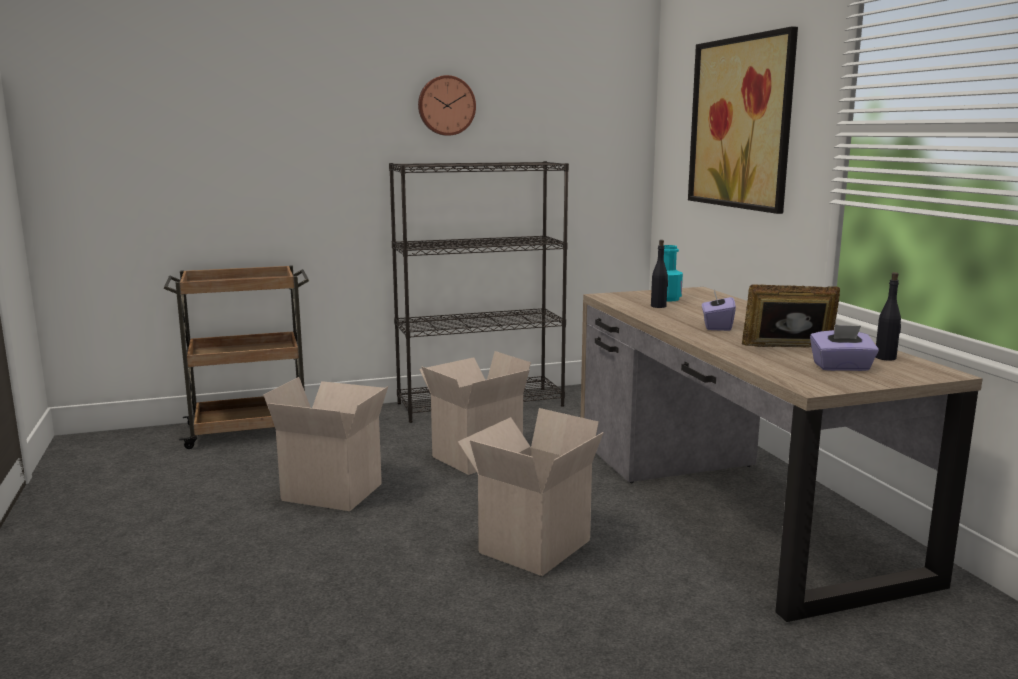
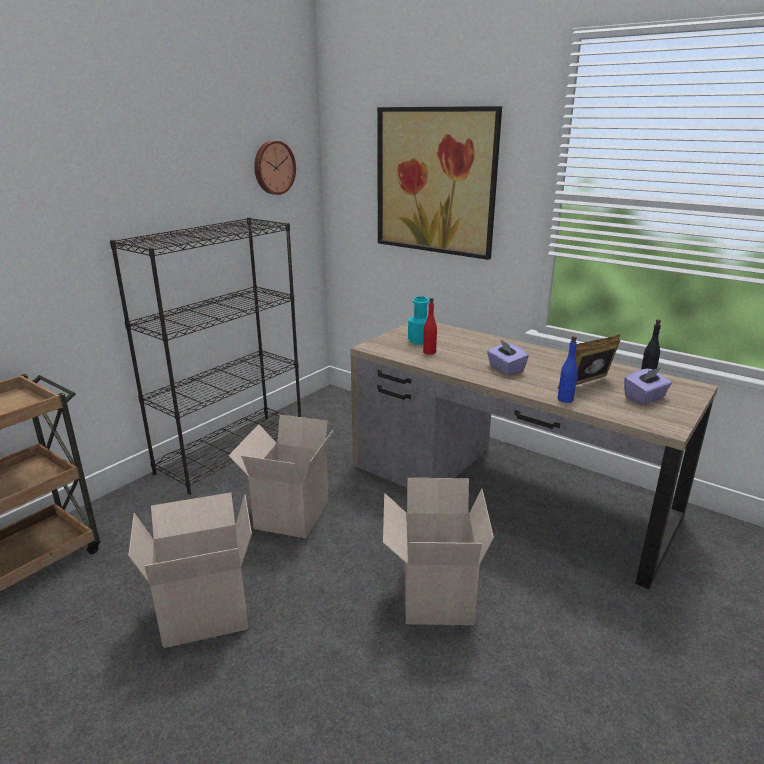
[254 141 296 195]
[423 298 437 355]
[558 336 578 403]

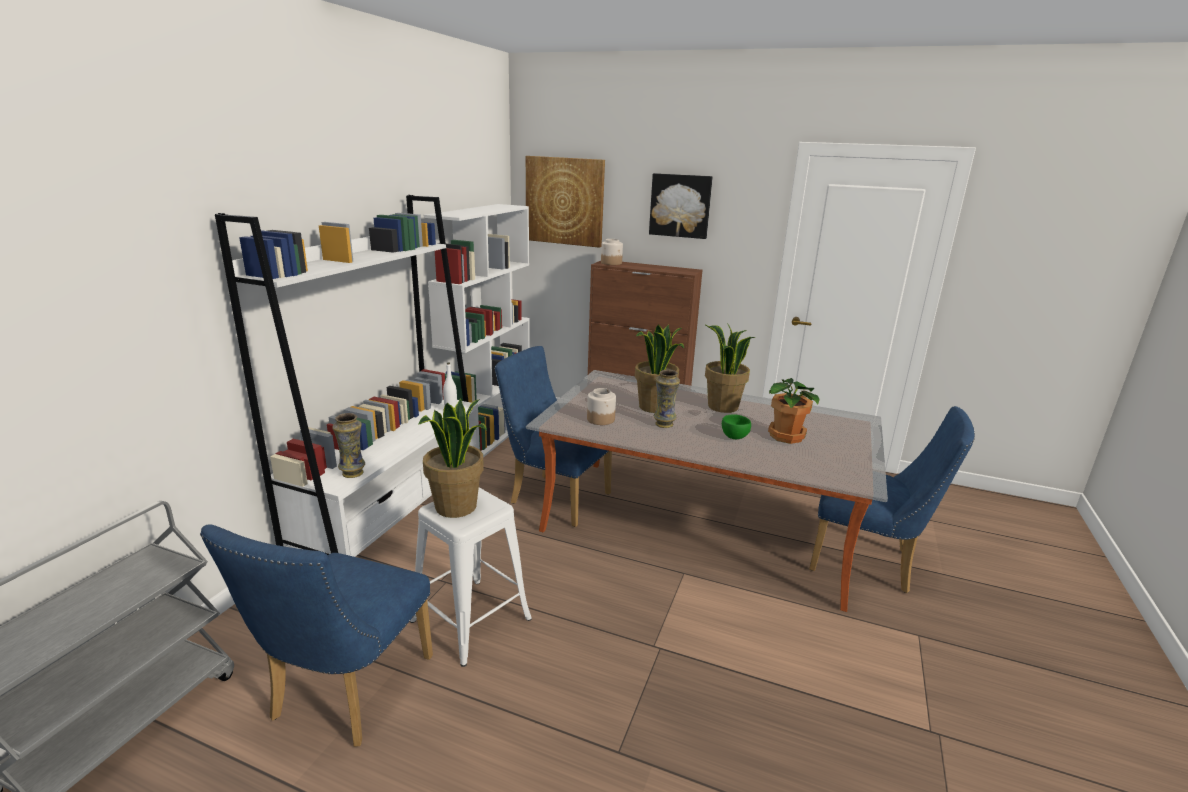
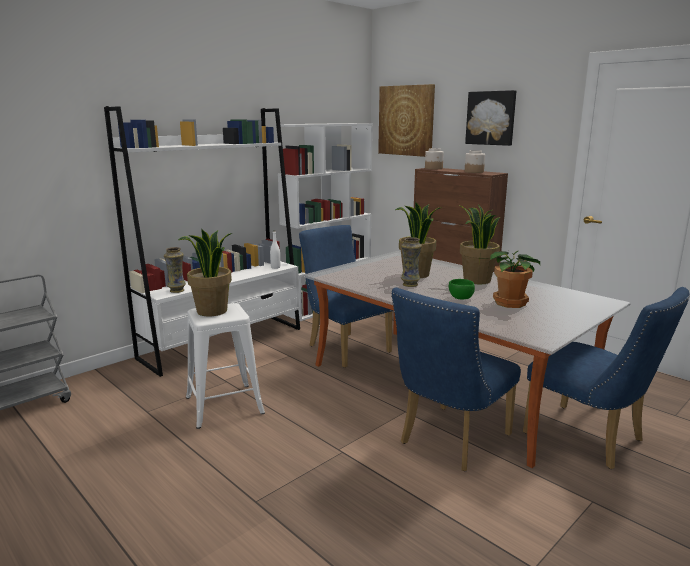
[391 288 521 471]
[465 150 485 173]

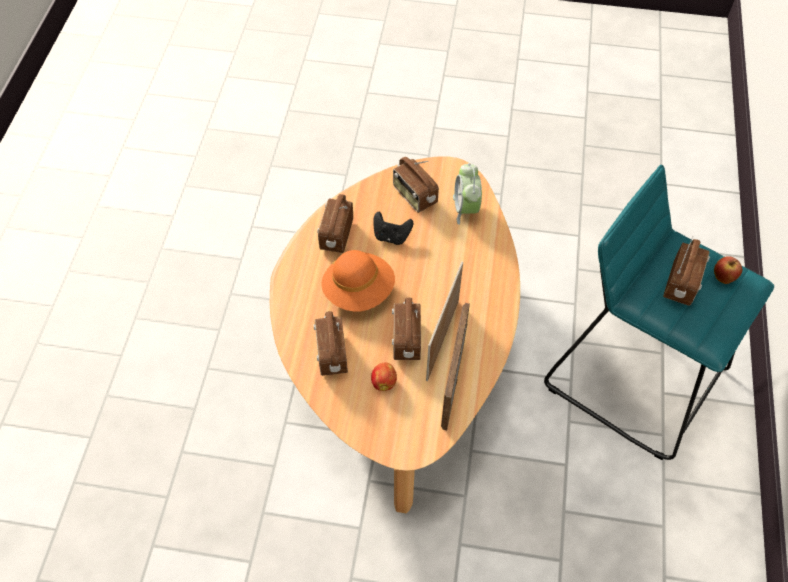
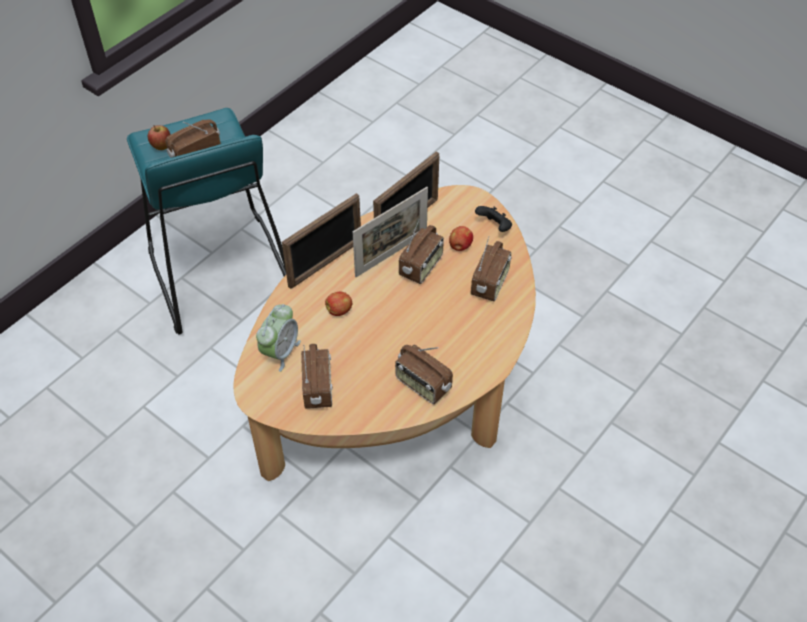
[395 345 453 404]
[321 250 395 312] (first image)
[475 206 512 232]
[282 193 361 289]
[325 292 352 316]

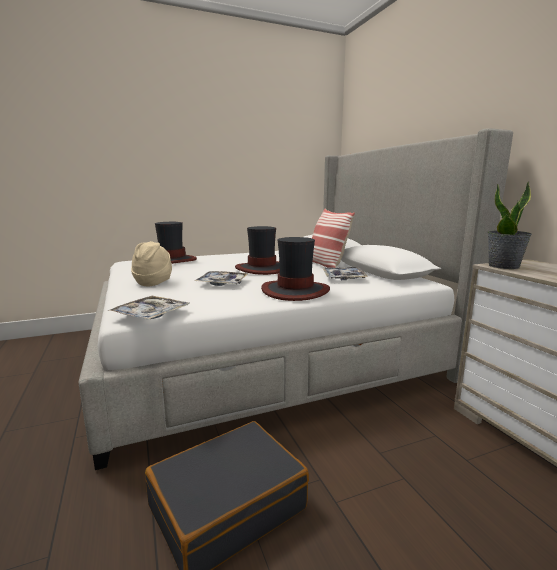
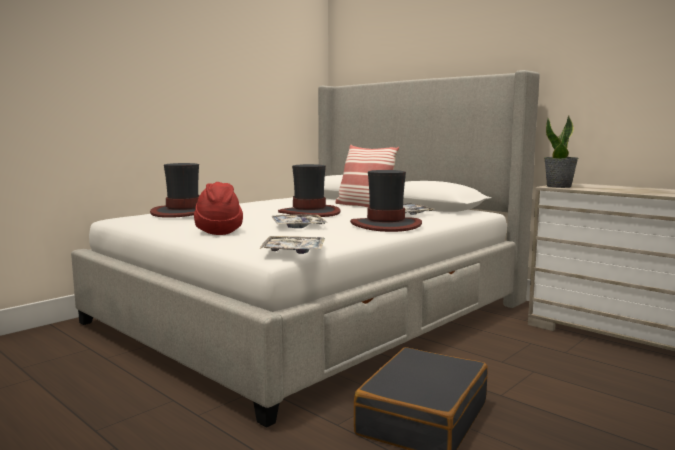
[194 182 243 235]

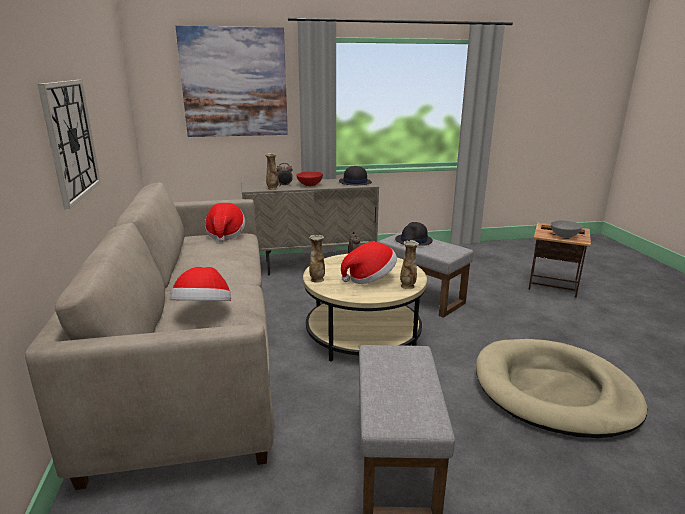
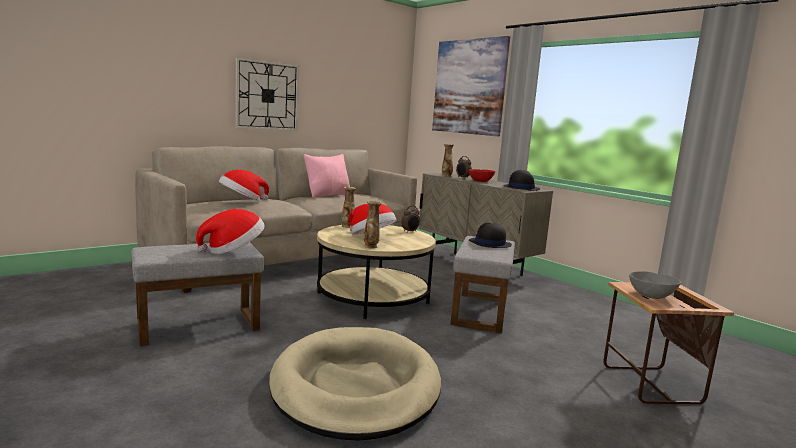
[196 209 265 254]
[304 154 350 197]

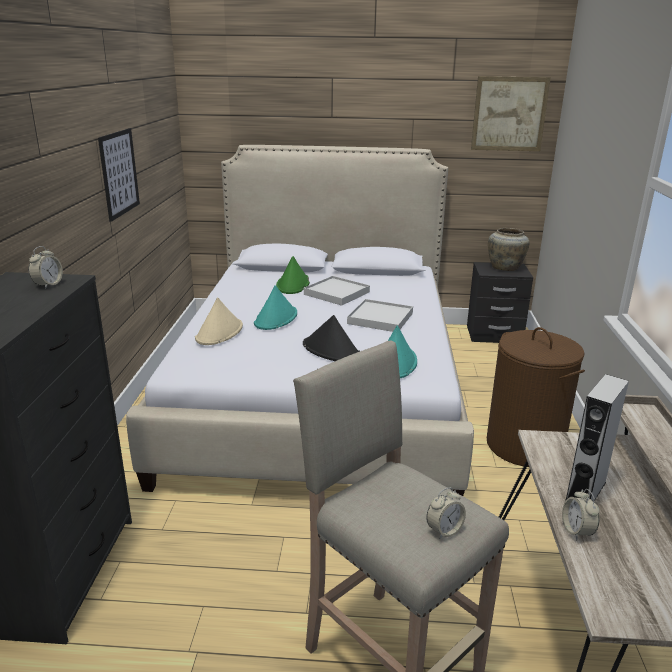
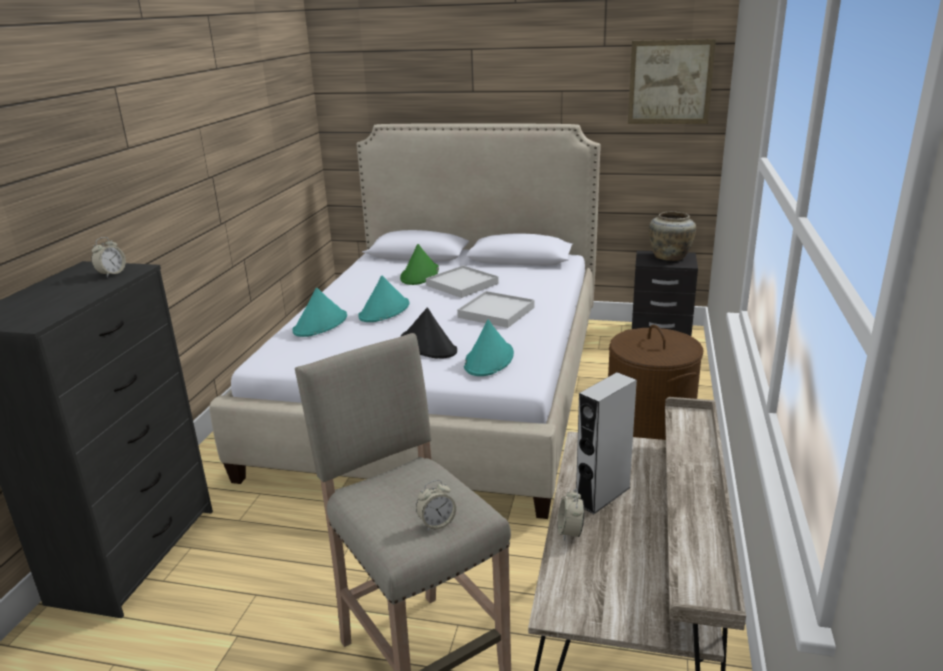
[98 128 140 222] (first image)
[292 288 347 337]

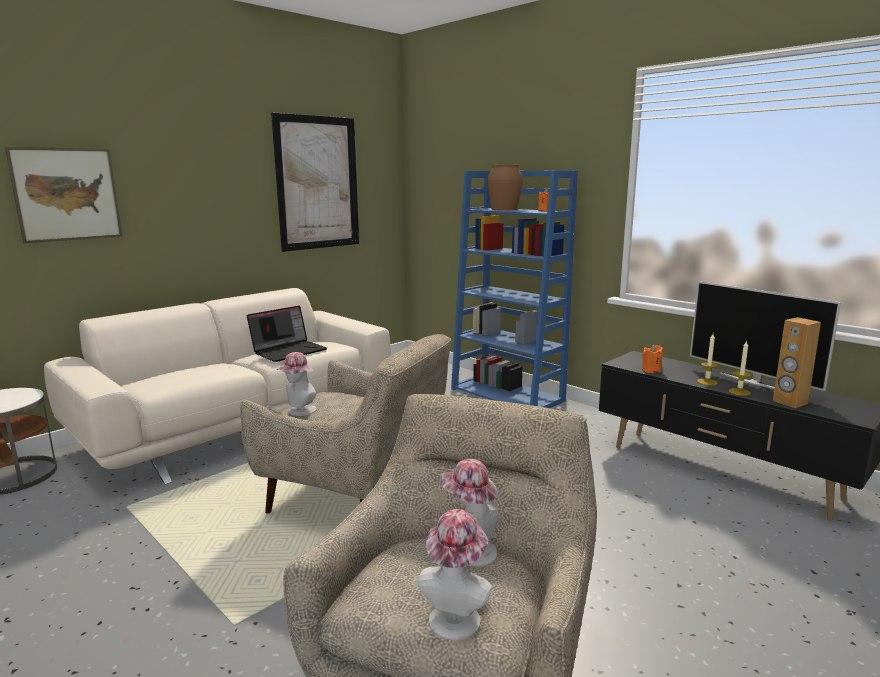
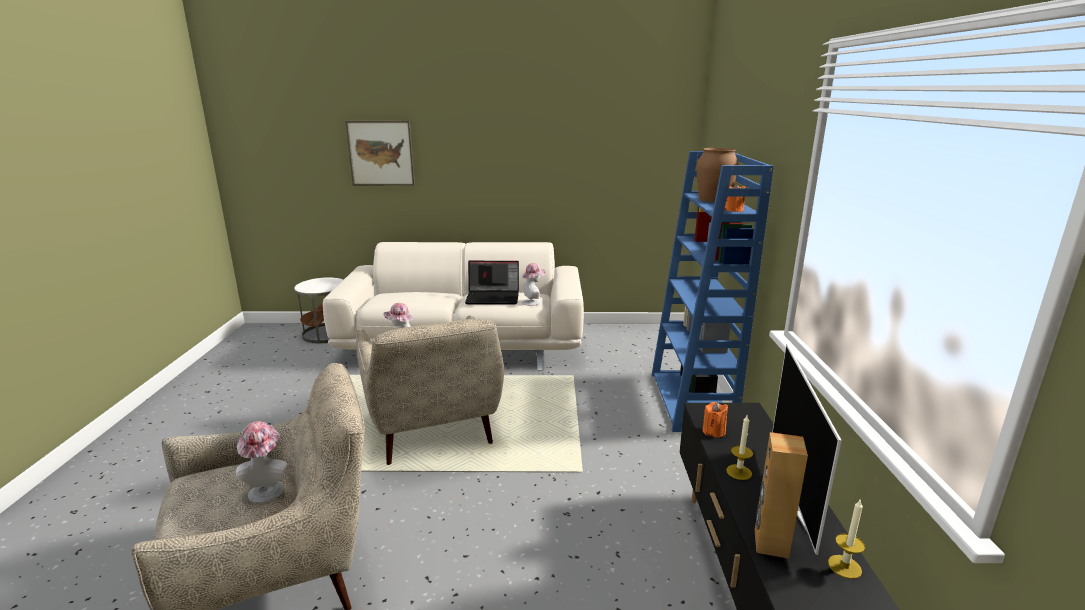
[271 112 359 252] (first image)
[522 263 546 306]
[828 500 865 579]

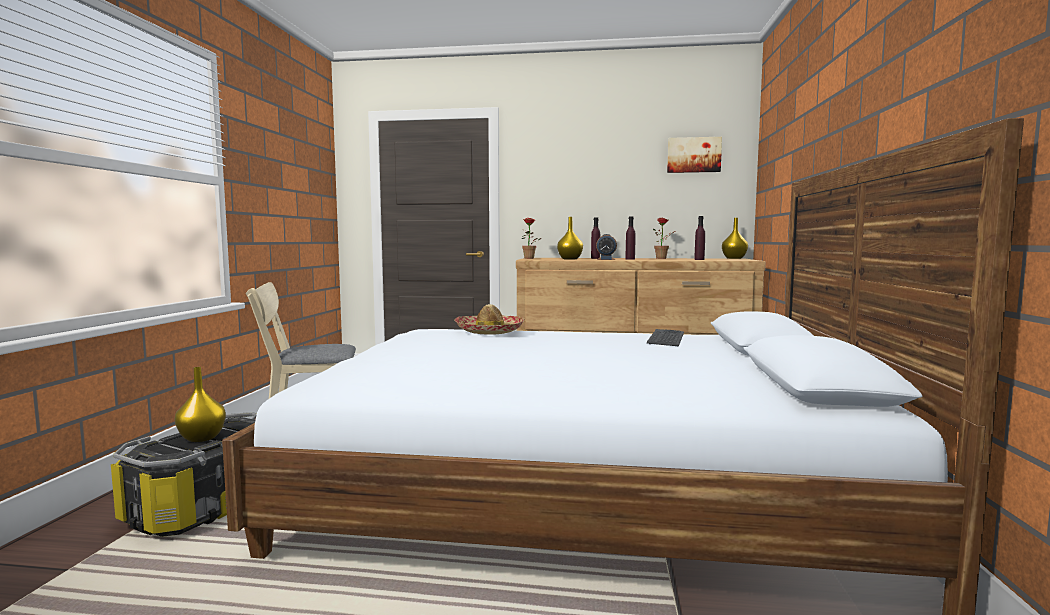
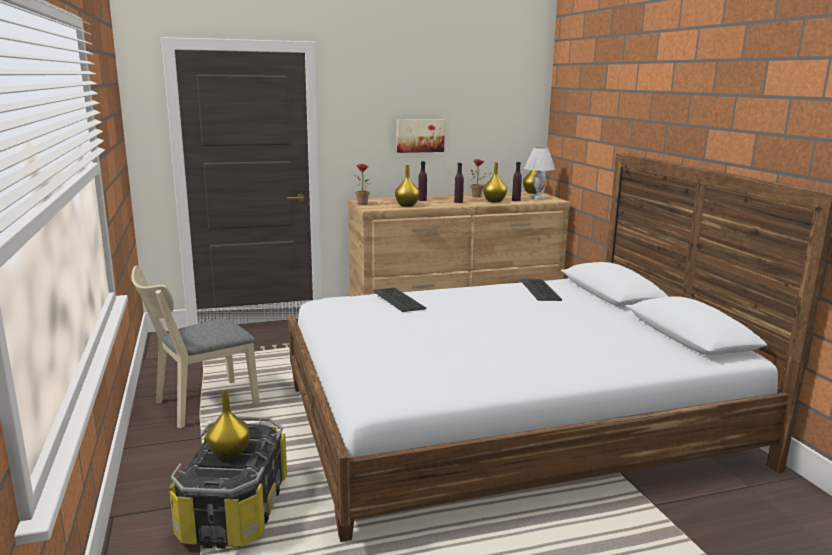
[373 288 426 312]
[596 234 617 260] (first image)
[397 119 445 153]
[483 163 507 202]
[524 147 555 200]

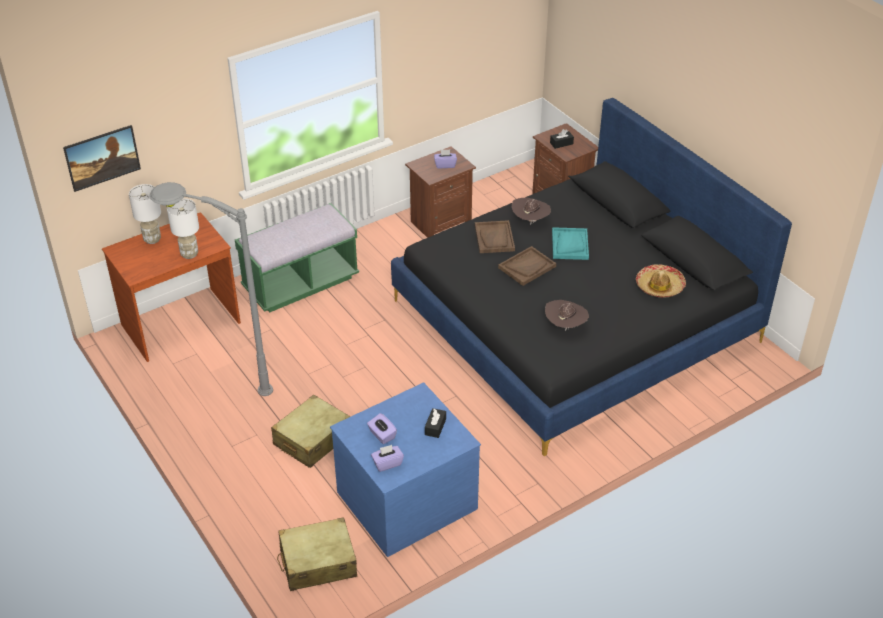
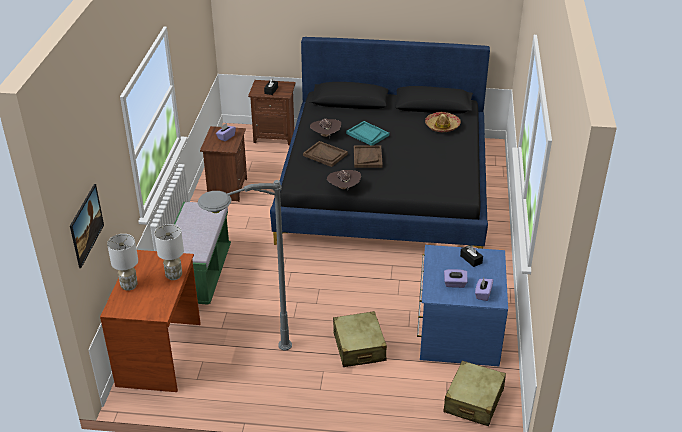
[327 170 361 189]

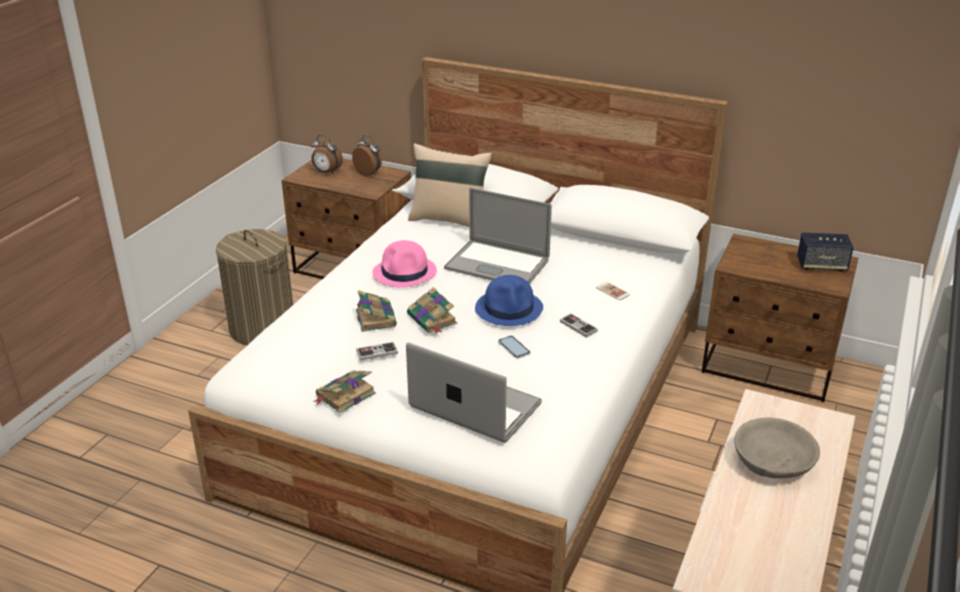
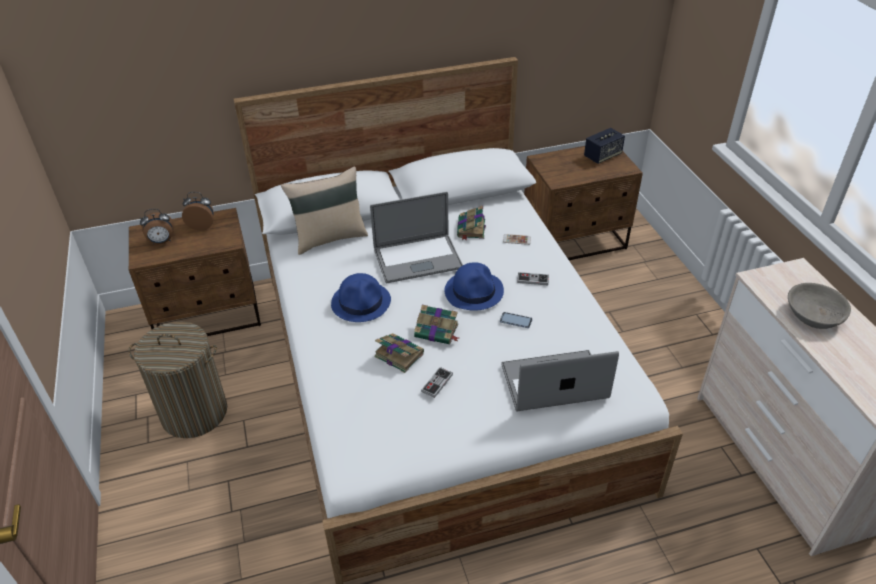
[457 205 486 241]
[331 273 391 322]

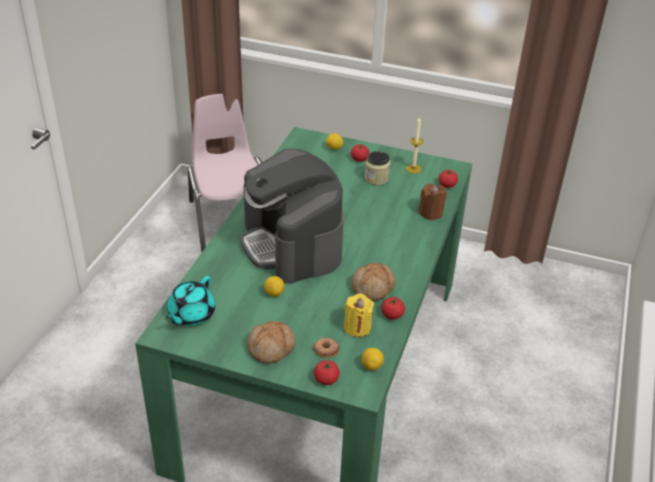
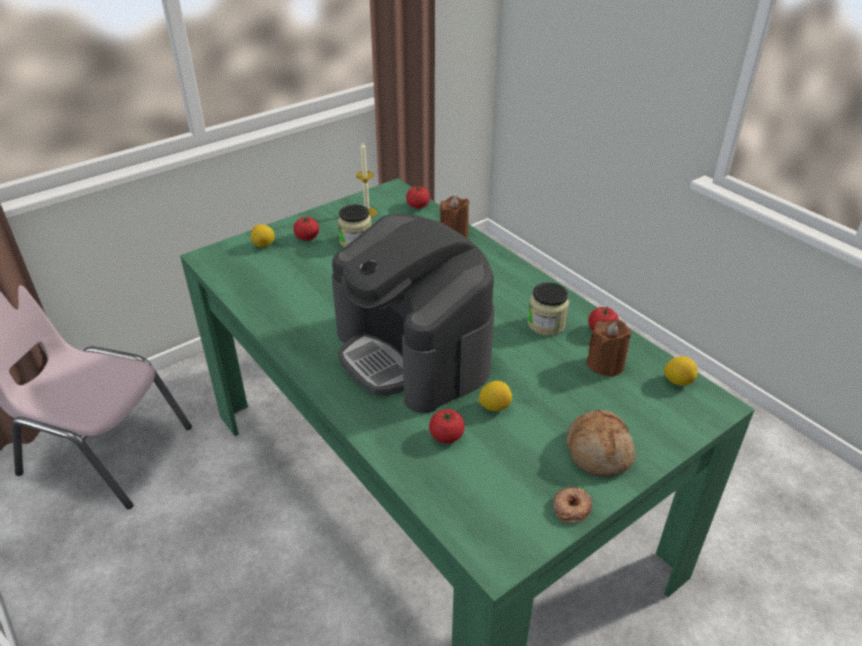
[166 276 215 326] (first image)
[332 214 494 413]
[553 487 592 523]
[429 409 465 443]
[586 320 631 377]
[528 282 569 336]

